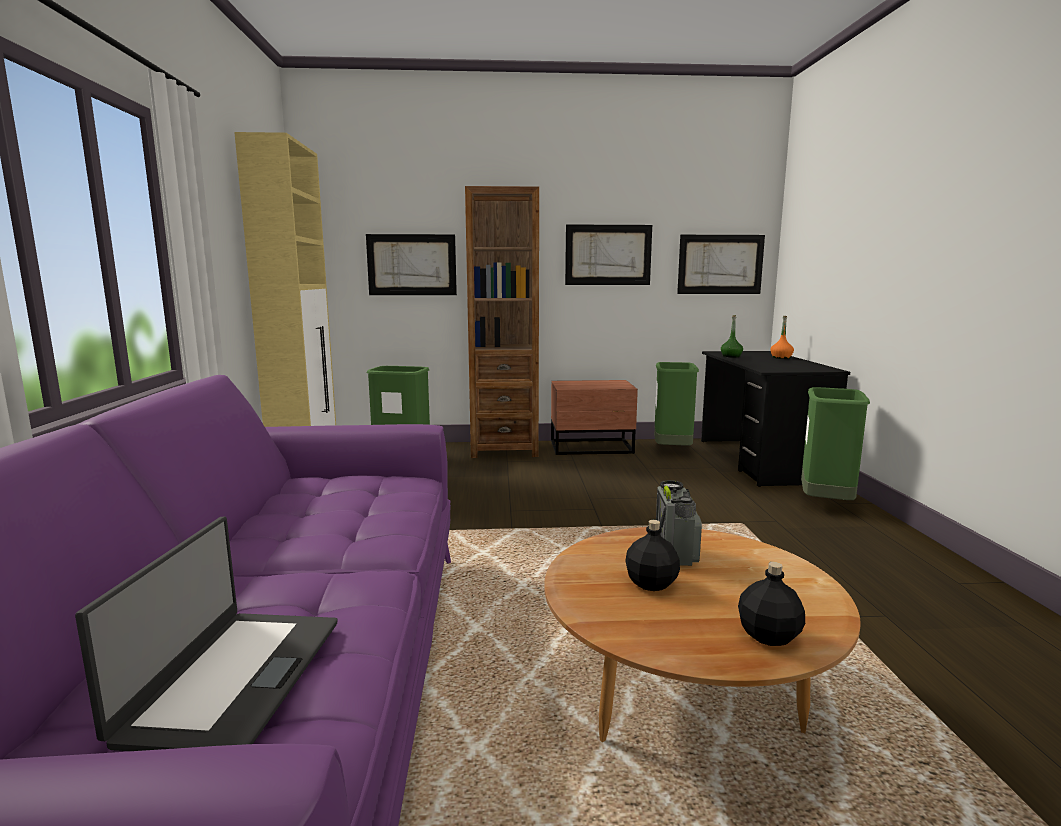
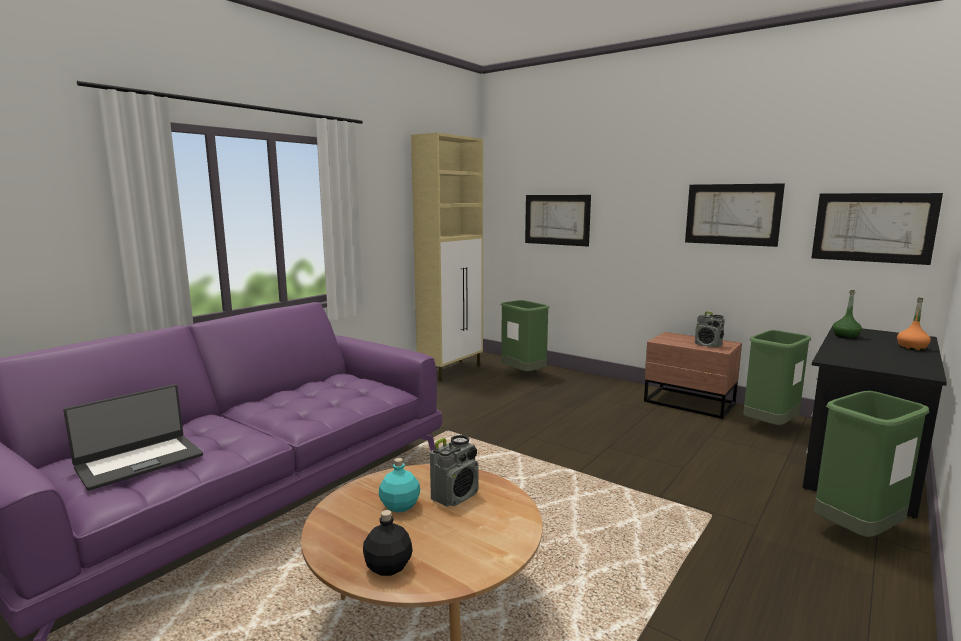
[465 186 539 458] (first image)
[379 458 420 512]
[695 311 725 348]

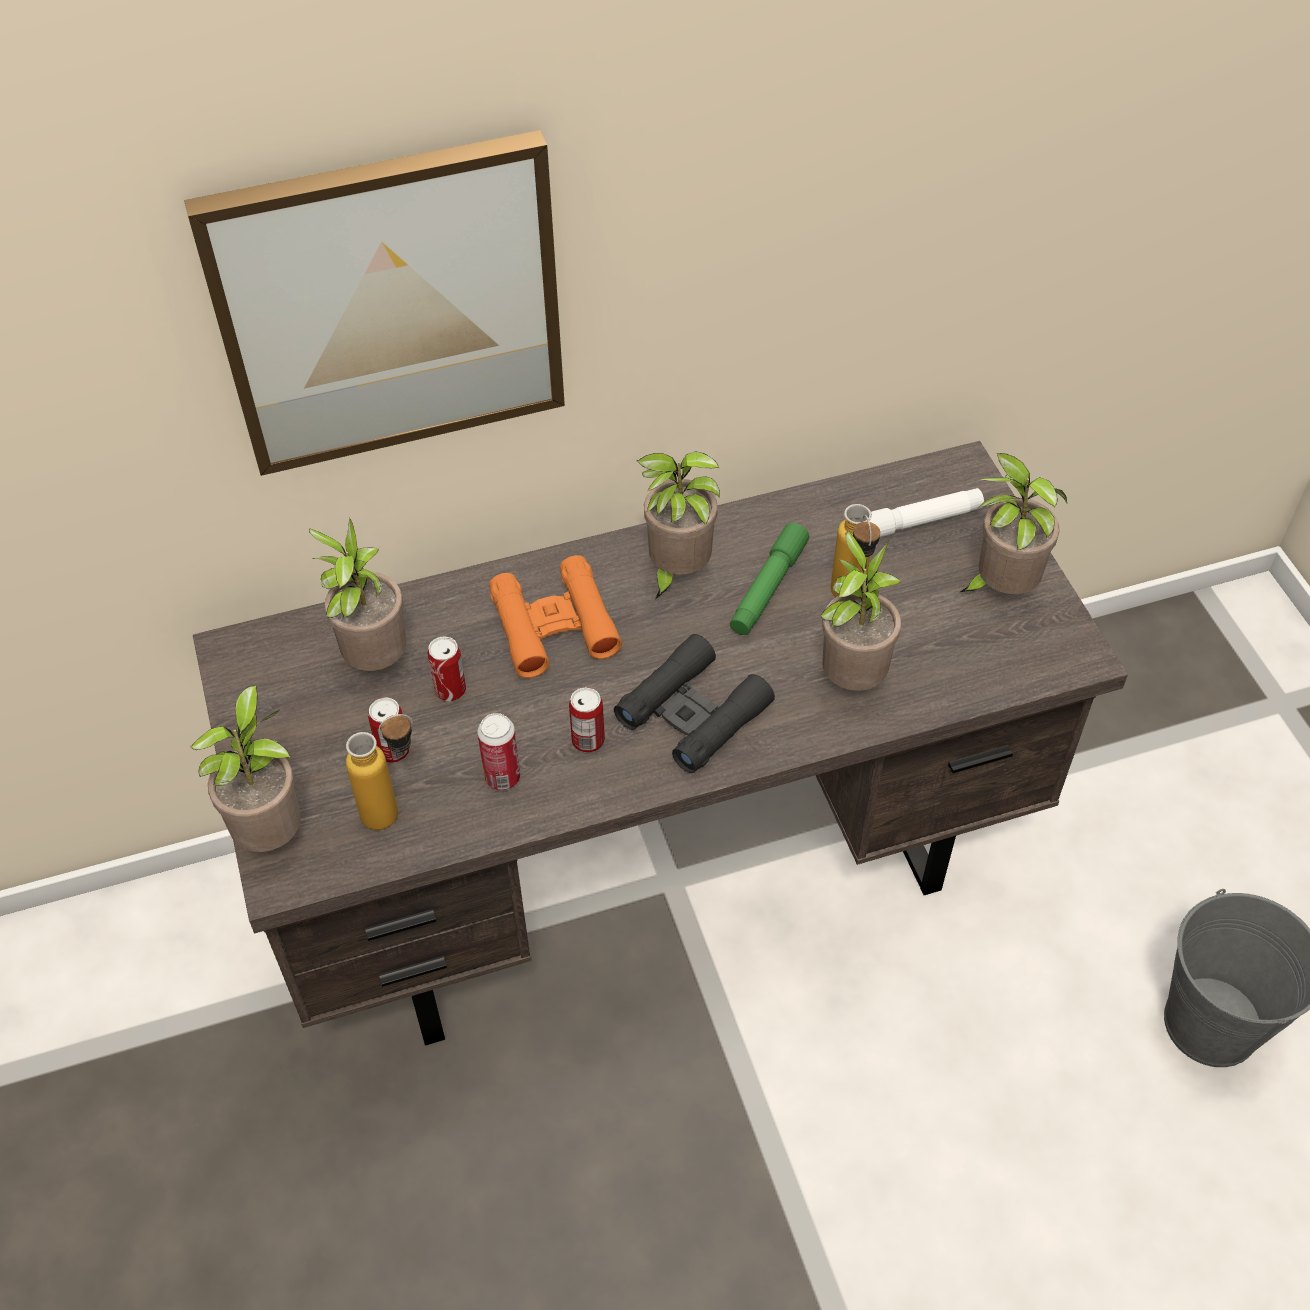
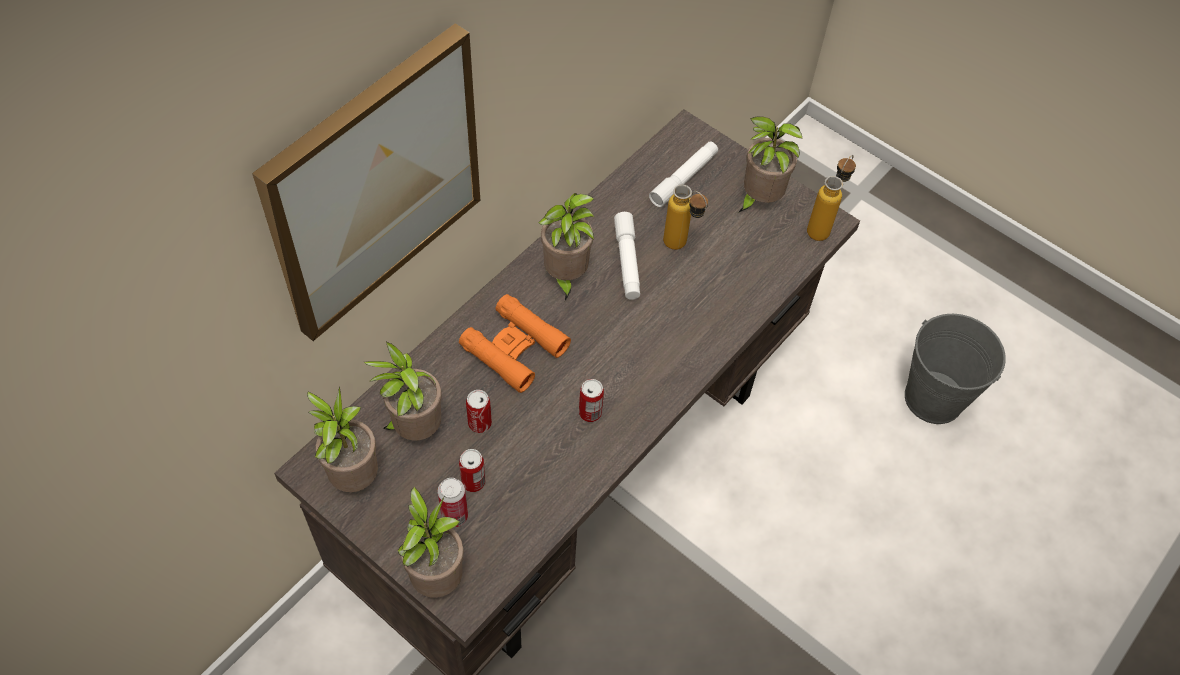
[807 155 856 241]
[437 478 468 527]
[614 634 775 773] (first image)
[614 212 640 300]
[307 387 378 492]

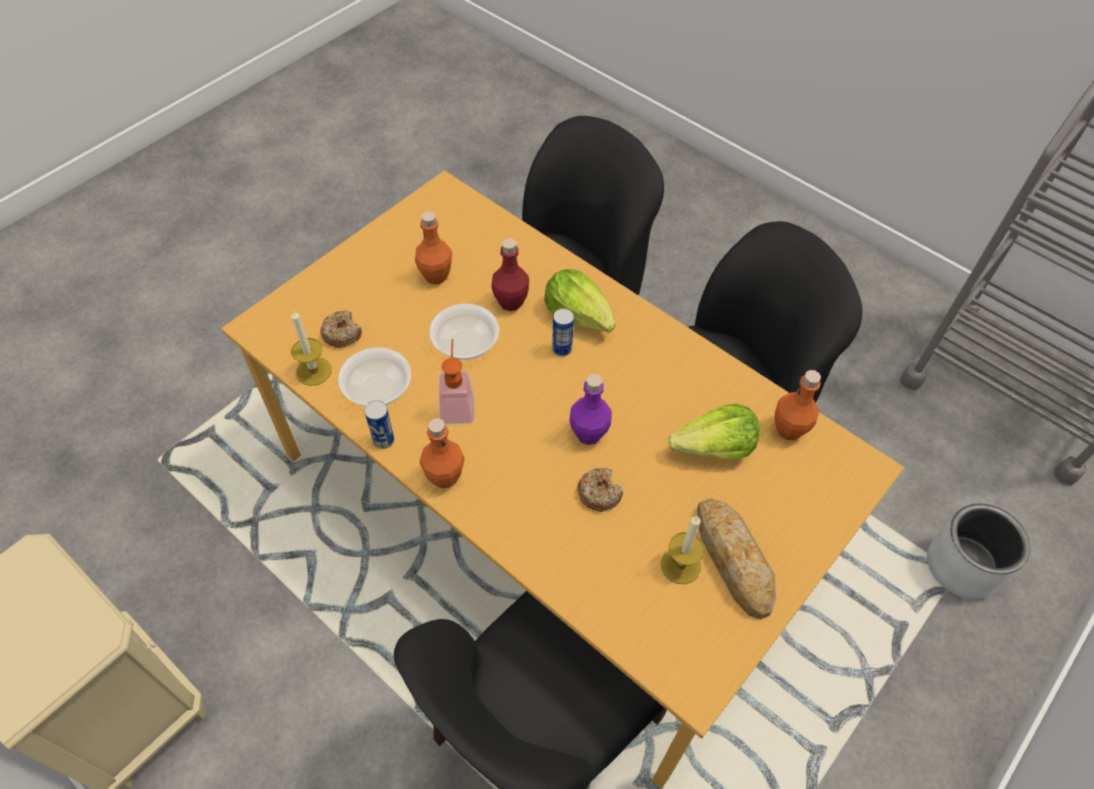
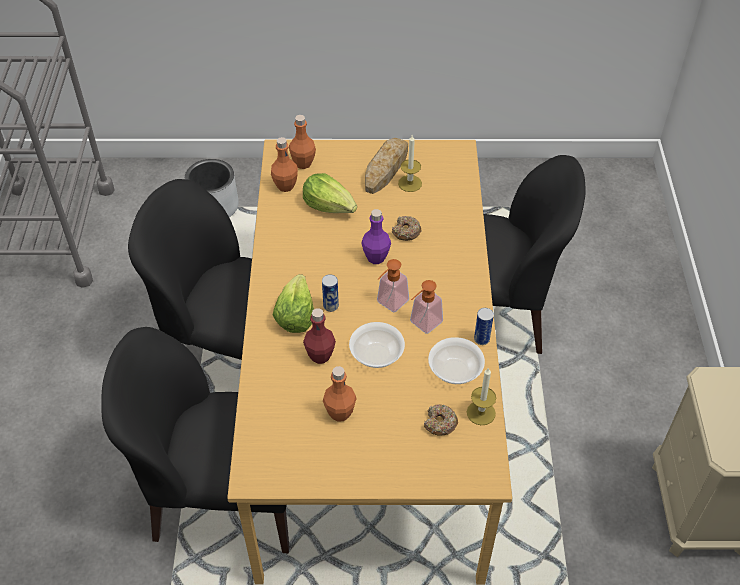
[289 115 316 169]
[377 259 409 312]

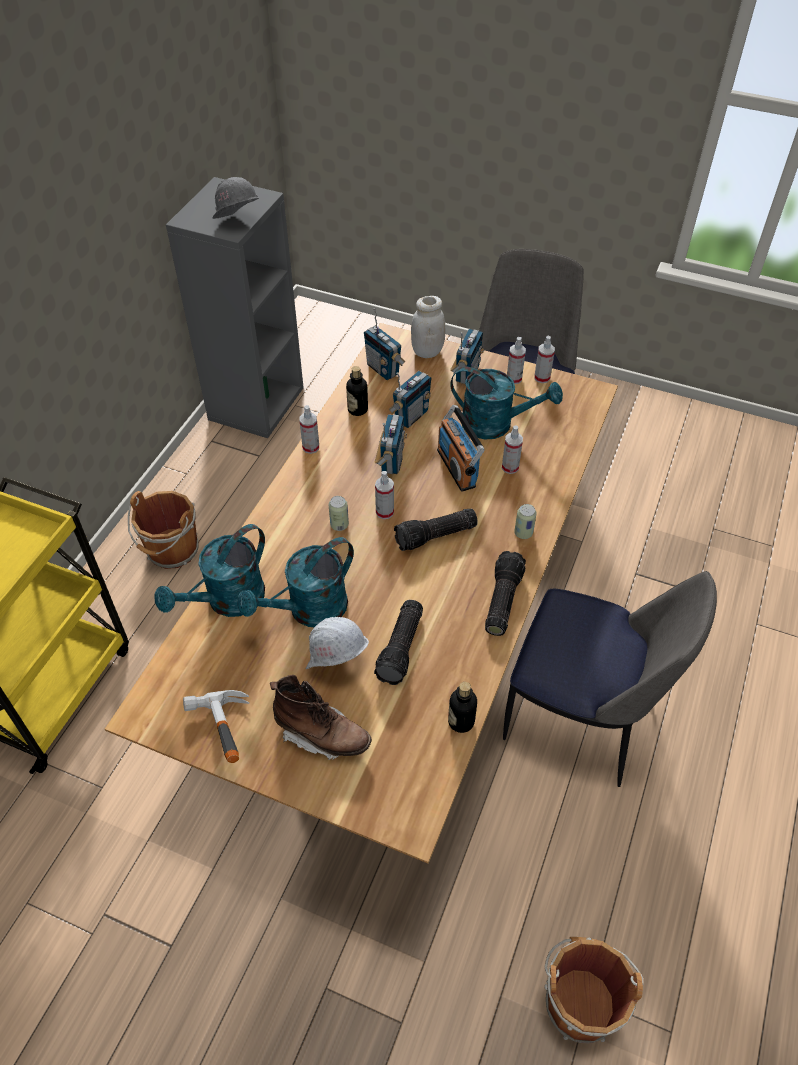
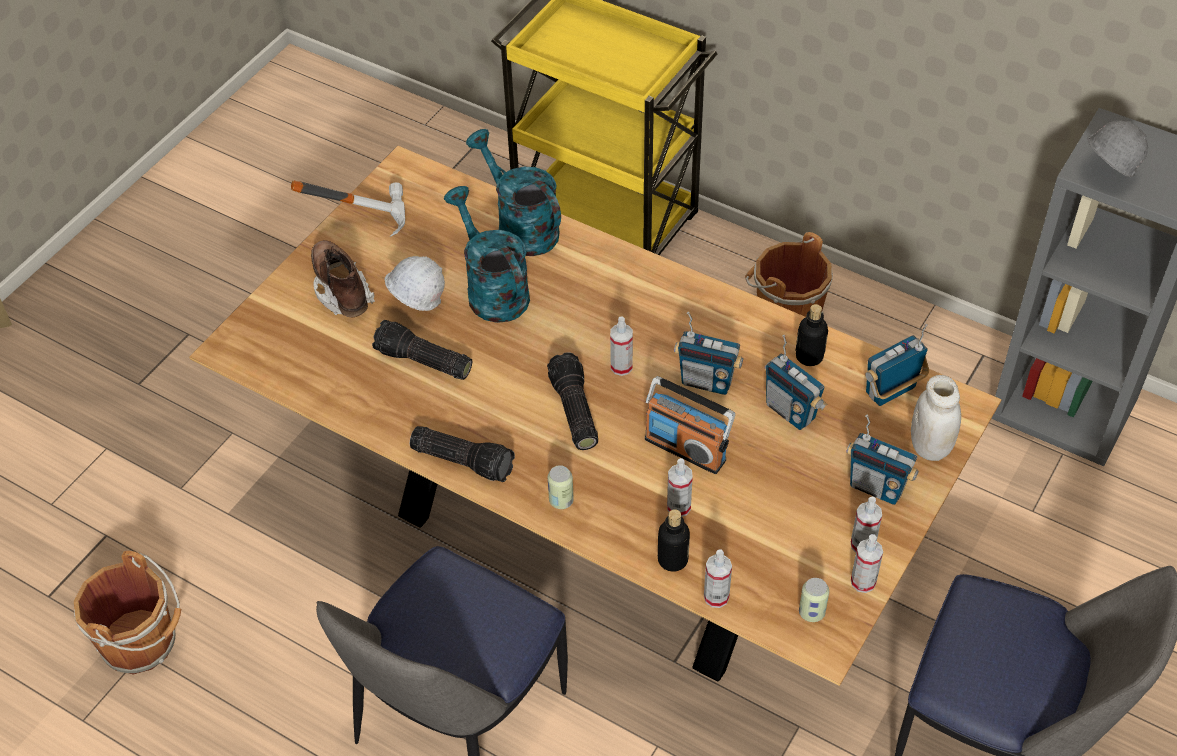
[311 240 375 317]
[704 549 732 608]
[799 578 829 622]
[645 376 735 474]
[658 509 690 572]
[450 366 563 439] (first image)

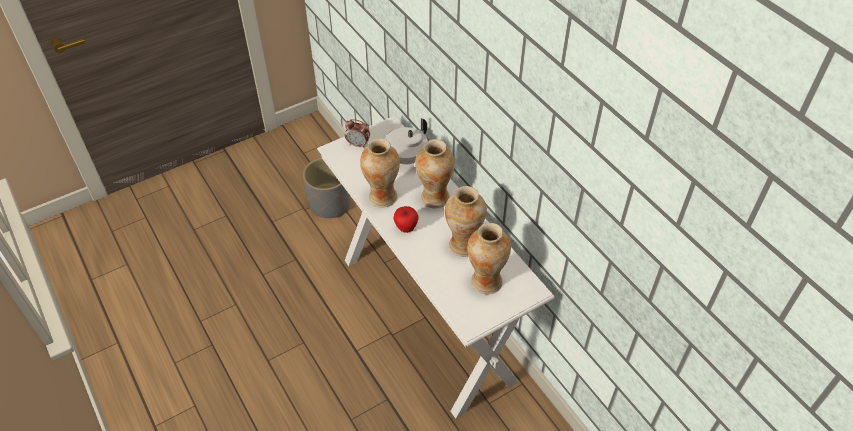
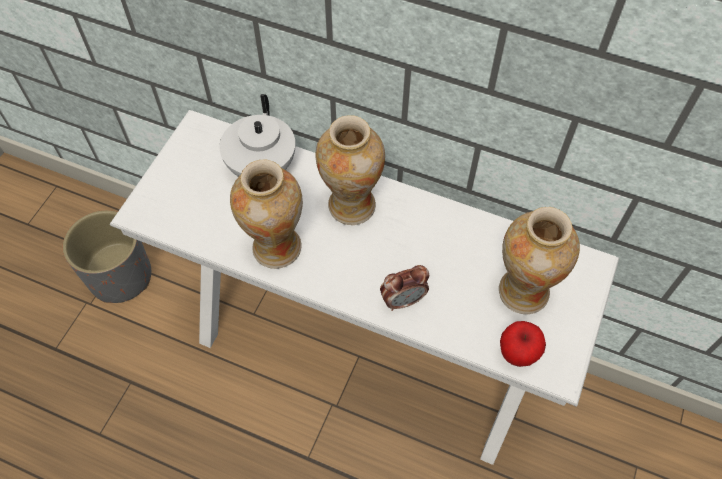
[380 265 429 311]
[500 321 546 367]
[445 186 487 257] (first image)

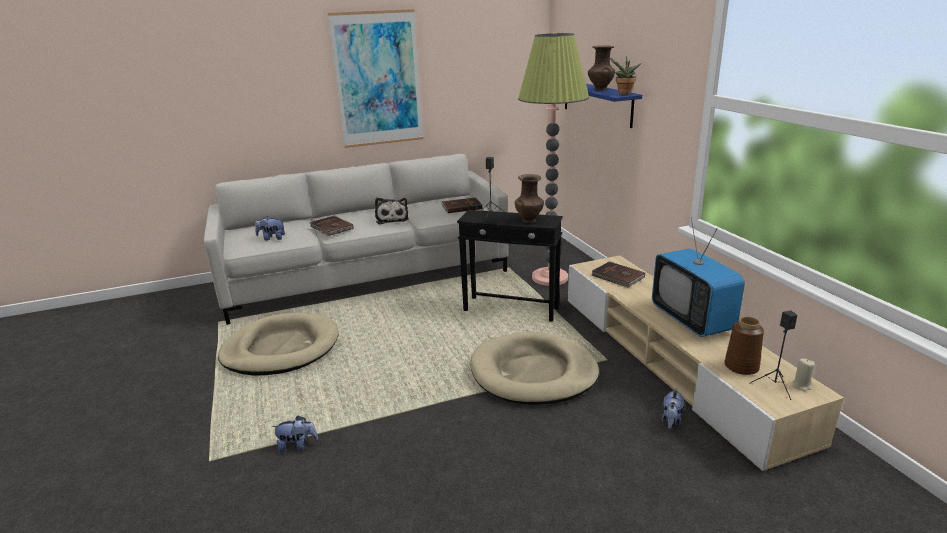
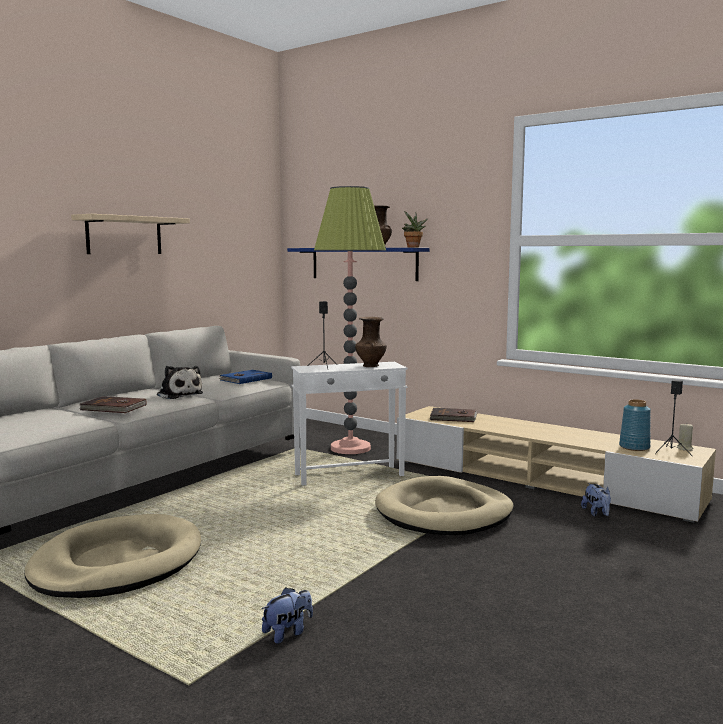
[255 216 285 241] (first image)
[71 214 190 254]
[218 370 272 384]
[291 362 408 486]
[652 217 745 337] (first image)
[619 399 651 451]

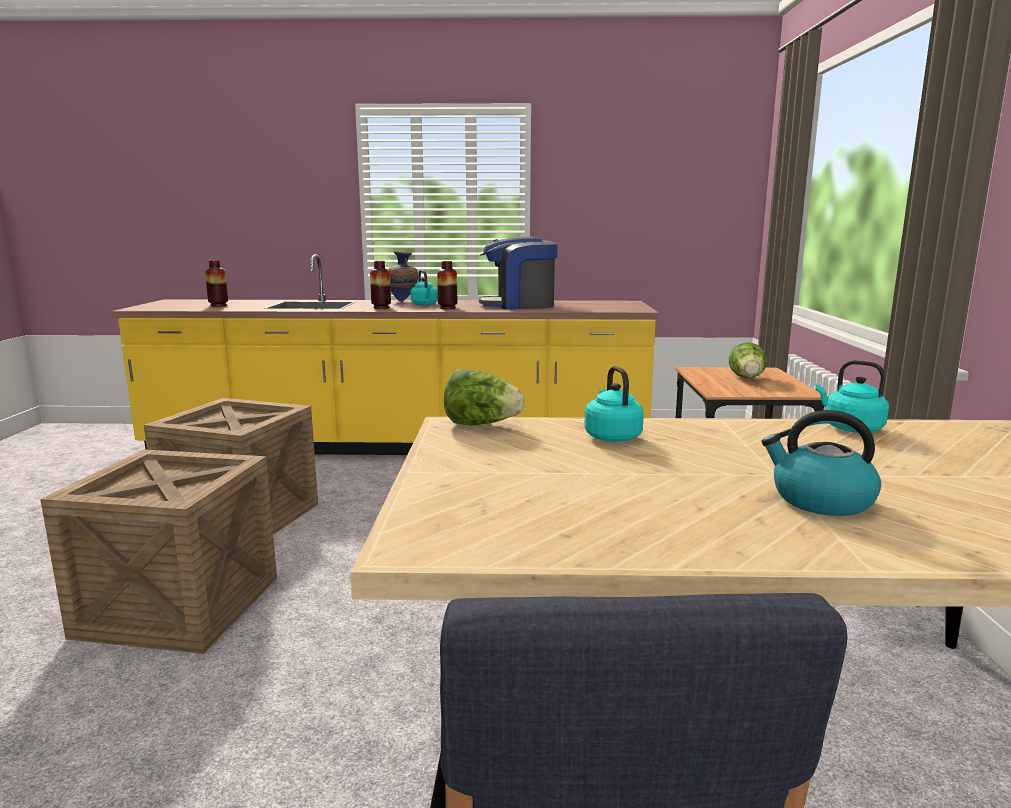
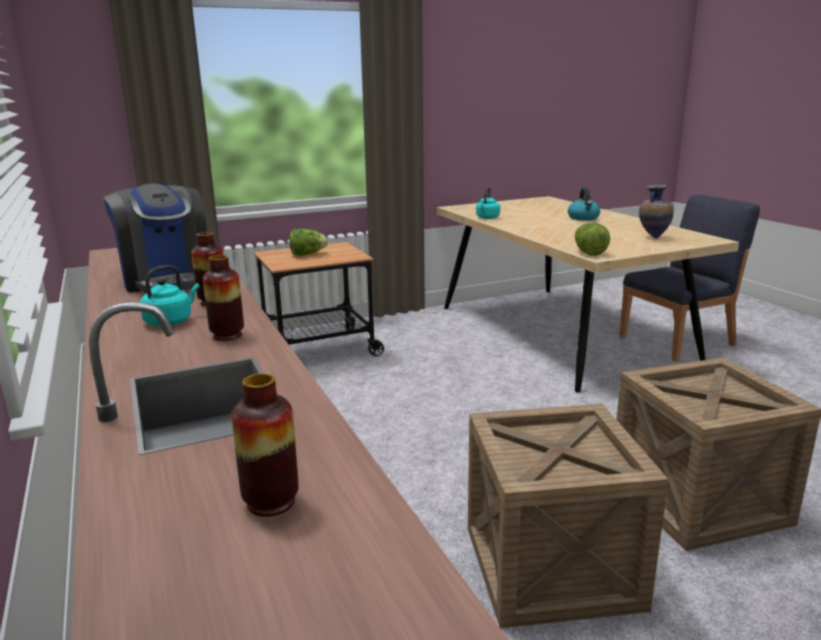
[639 185 674 239]
[584 366 644 442] (first image)

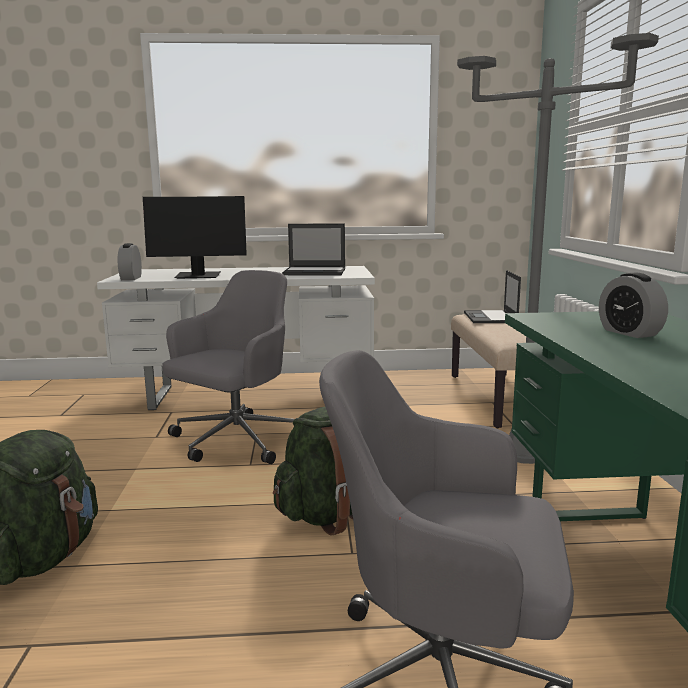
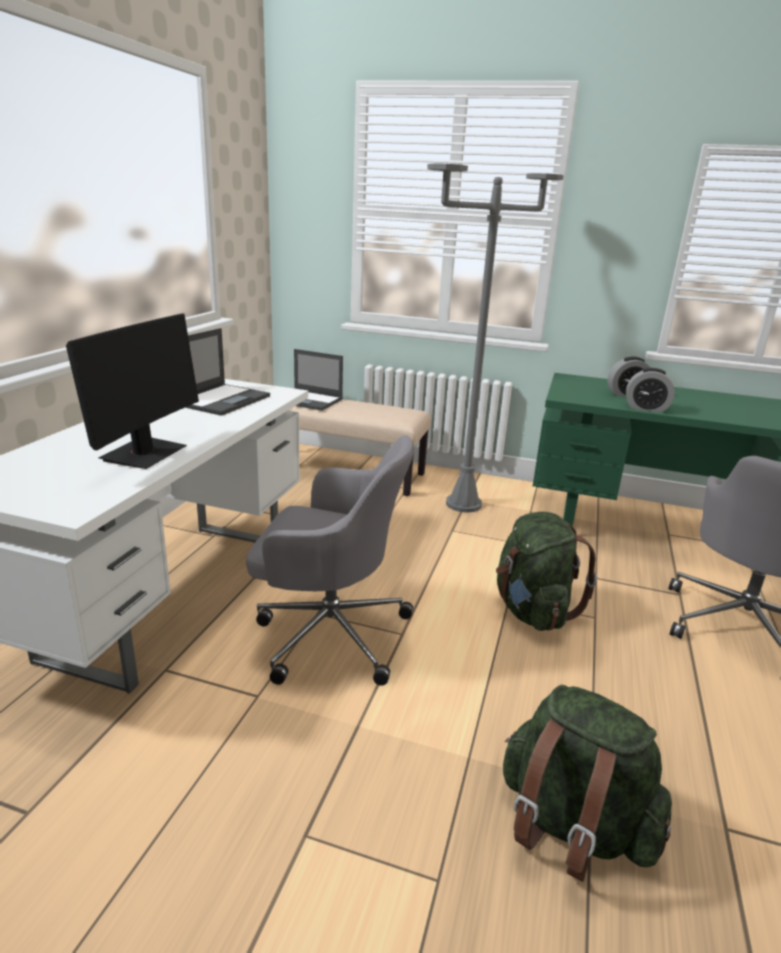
[626 368 675 413]
[246 435 414 686]

